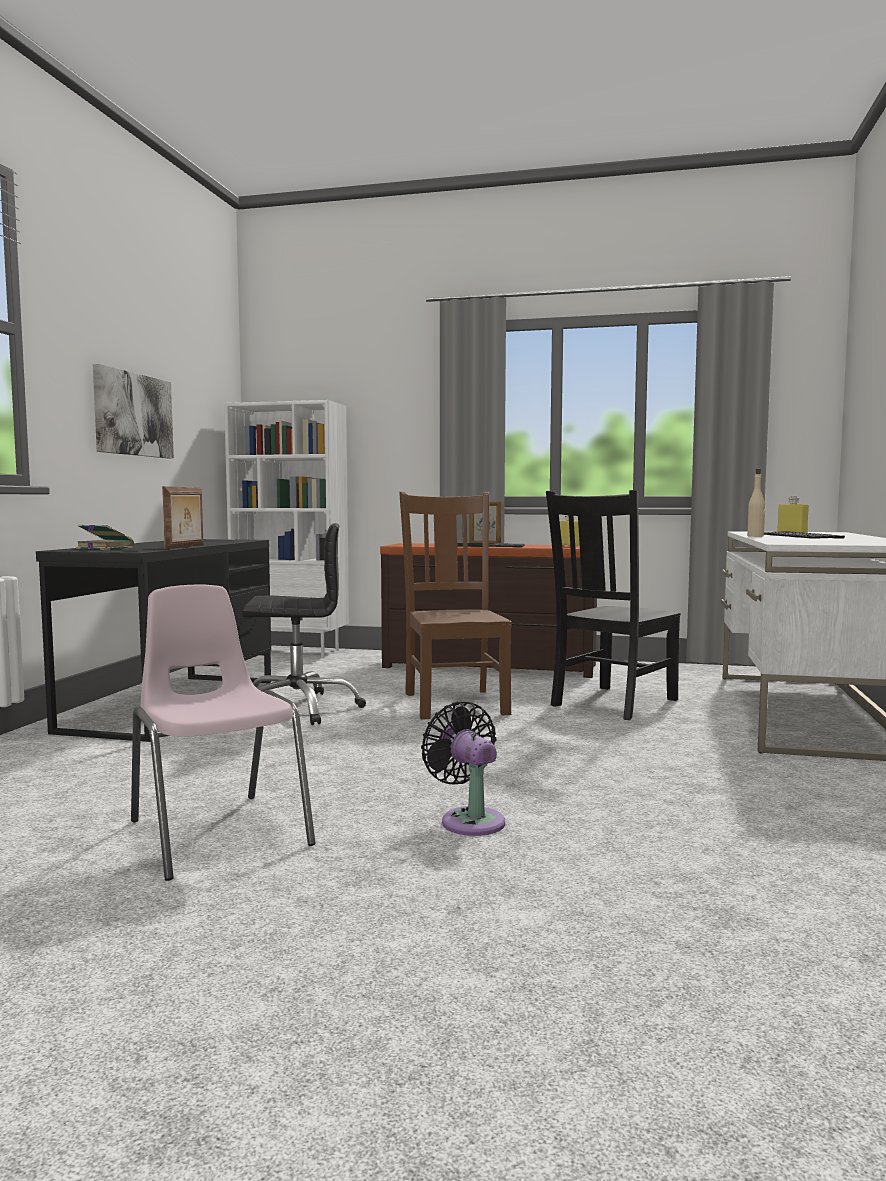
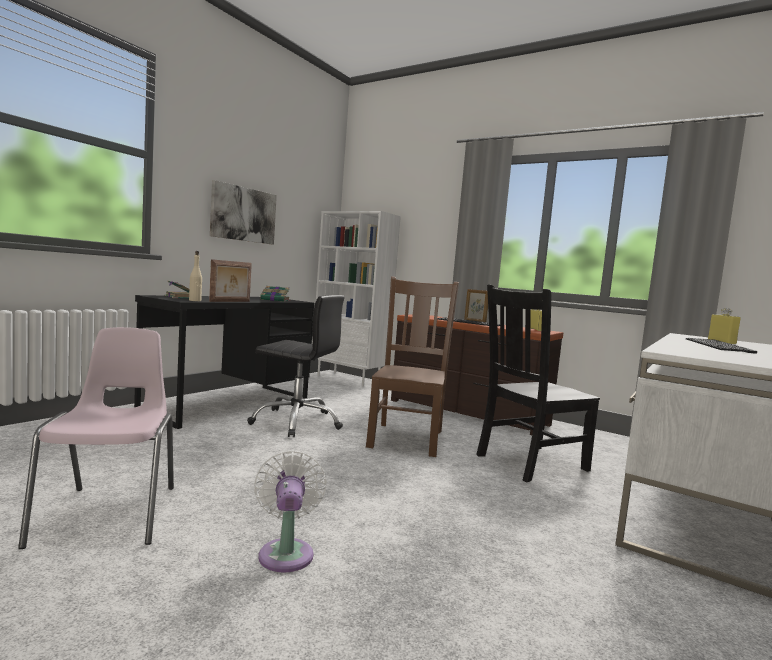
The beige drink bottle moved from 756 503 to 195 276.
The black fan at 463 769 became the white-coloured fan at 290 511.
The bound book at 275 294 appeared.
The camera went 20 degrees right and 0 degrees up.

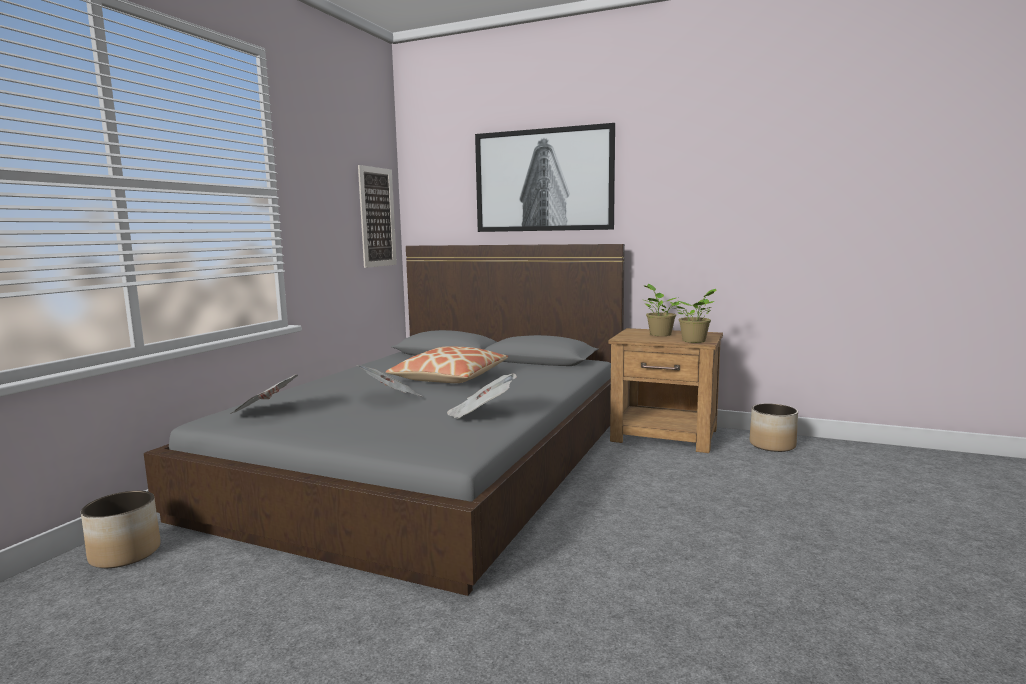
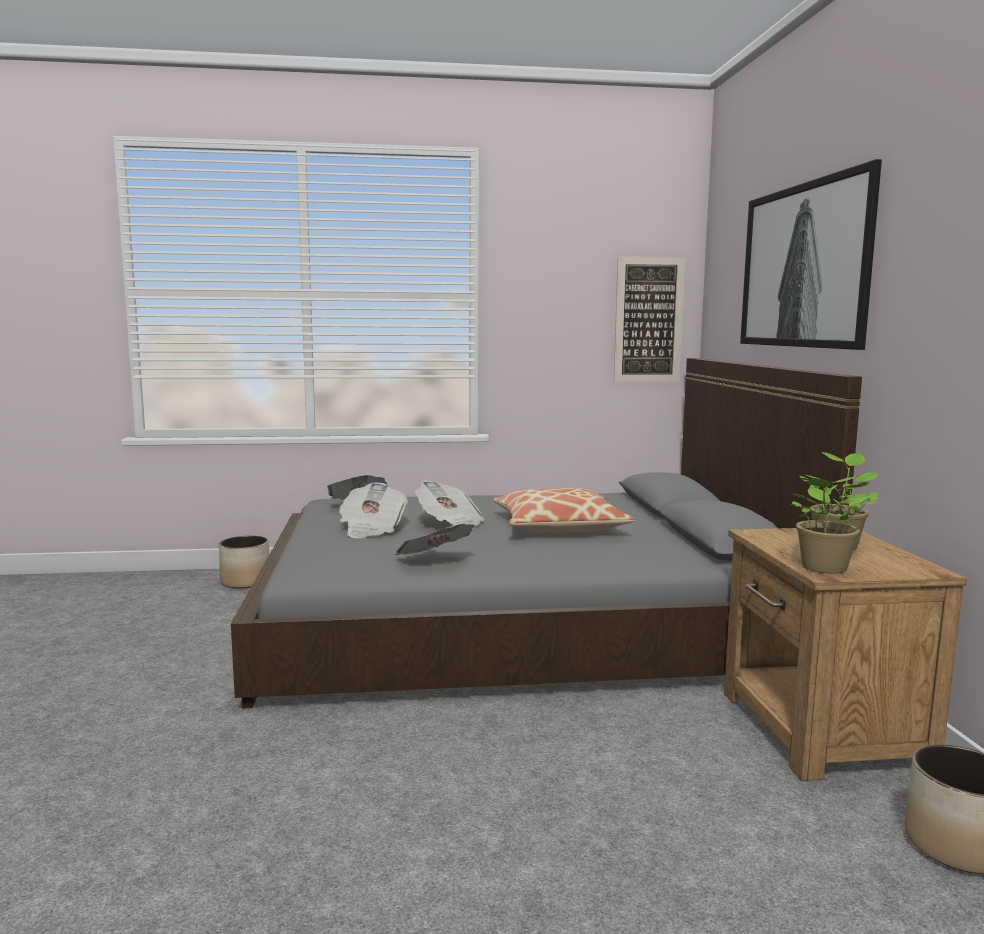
The daily paper at 373 510 appeared.
The camera went 60 degrees right and 0 degrees up.

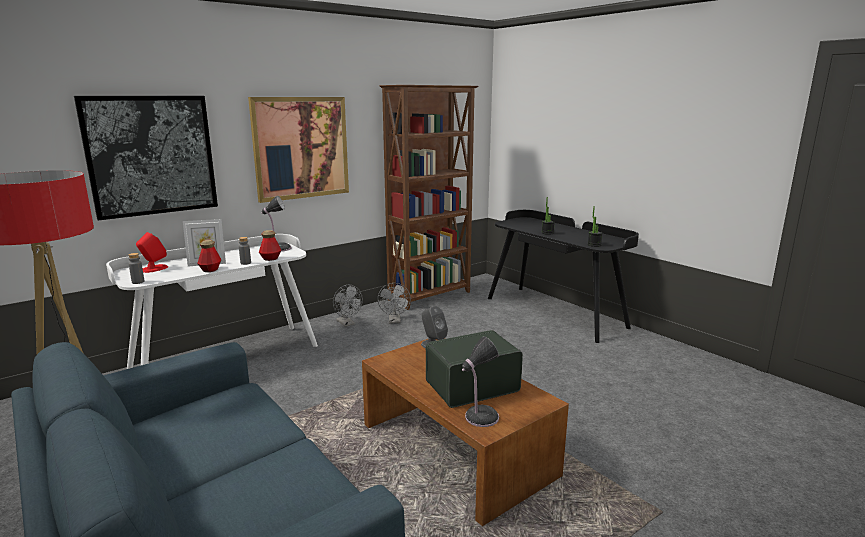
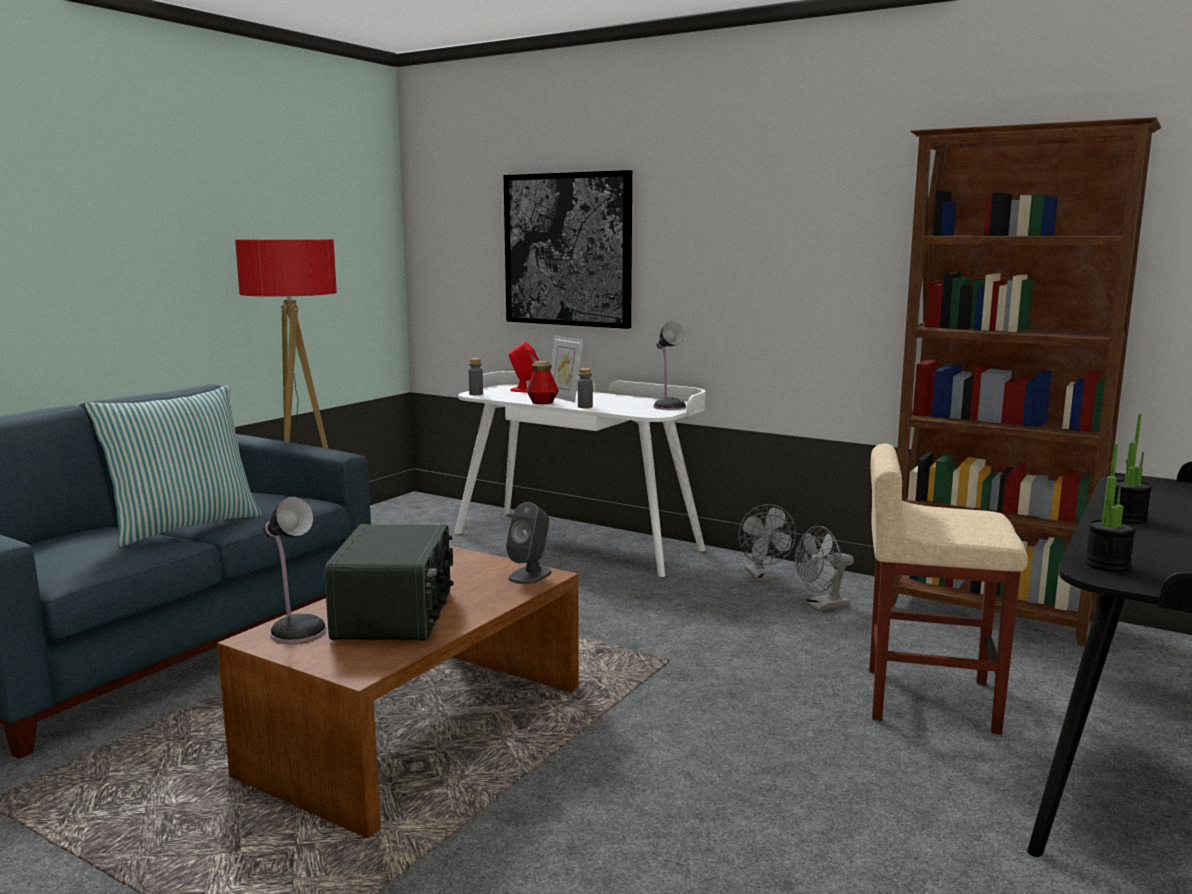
The wall art at 298 150 disappeared.
The drink bottle at 270 245 disappeared.
The gray fan at 348 306 turned 45 degrees counterclockwise.
The radio set at 474 369 turned 45 degrees clockwise.
The throw pillow at 173 466 appeared.
The beige sitting stool at 948 589 appeared.
The camera went 70 degrees right and 5 degrees down.

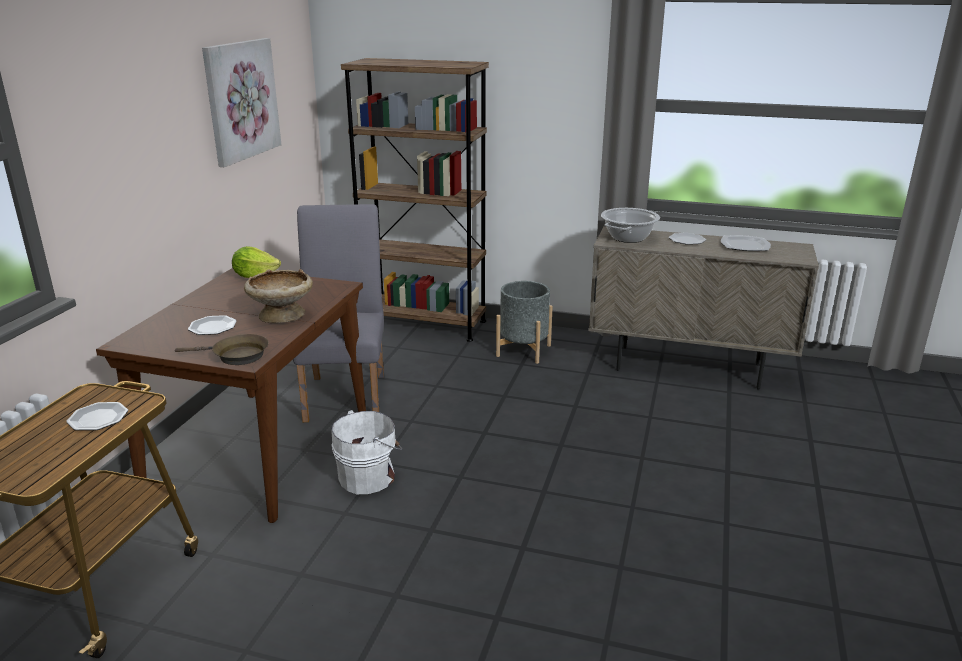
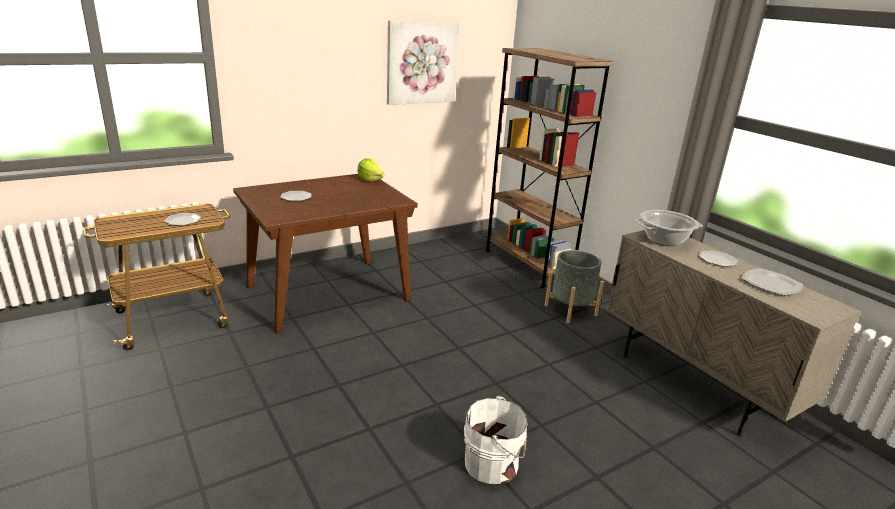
The gray chair at 338 313 disappeared.
The beige bowl at 278 296 disappeared.
The brown-coloured pan at 222 349 disappeared.
The white-coloured water bucket moved from 366 452 to 495 440.
The camera went 40 degrees right and 0 degrees up.

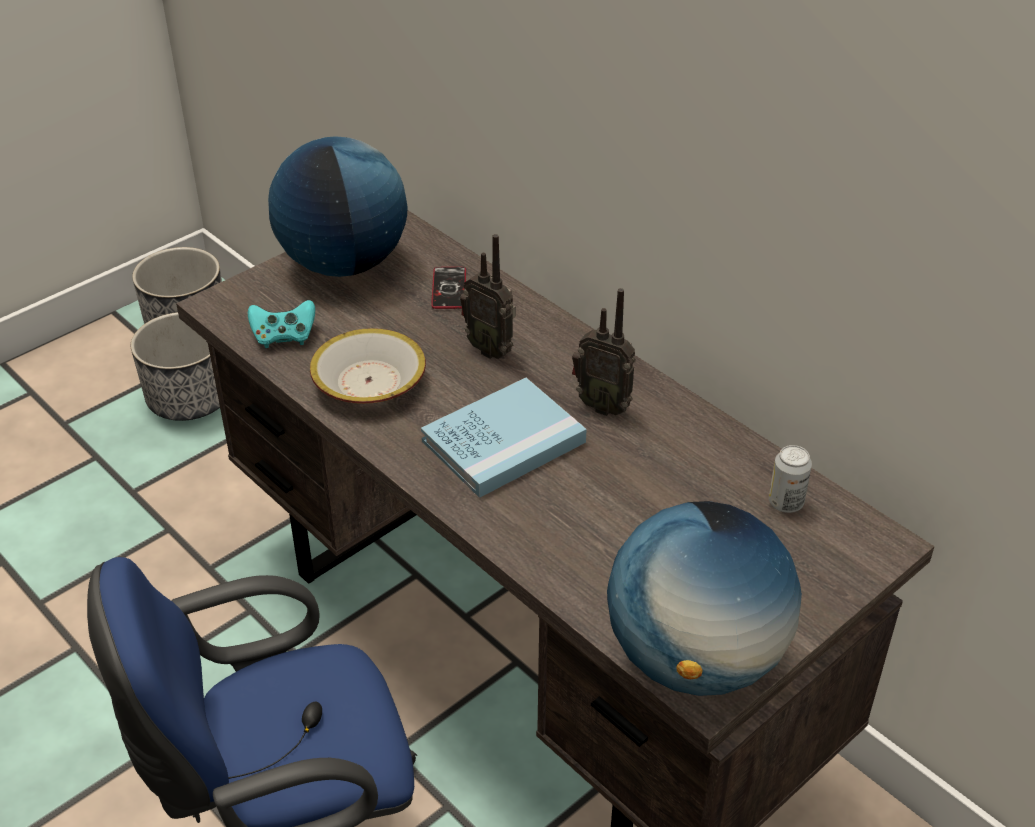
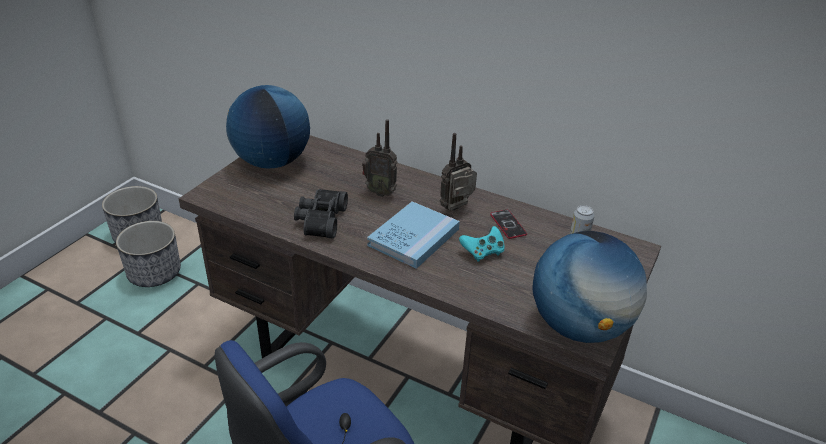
The handset moved from 448 288 to 508 224.
The radio set at 604 352 turned 135 degrees clockwise.
The turquoise joypad moved from 281 324 to 482 244.
The bowl at 368 366 was replaced by the black field glasses at 321 214.
The camera went 20 degrees left and 5 degrees down.

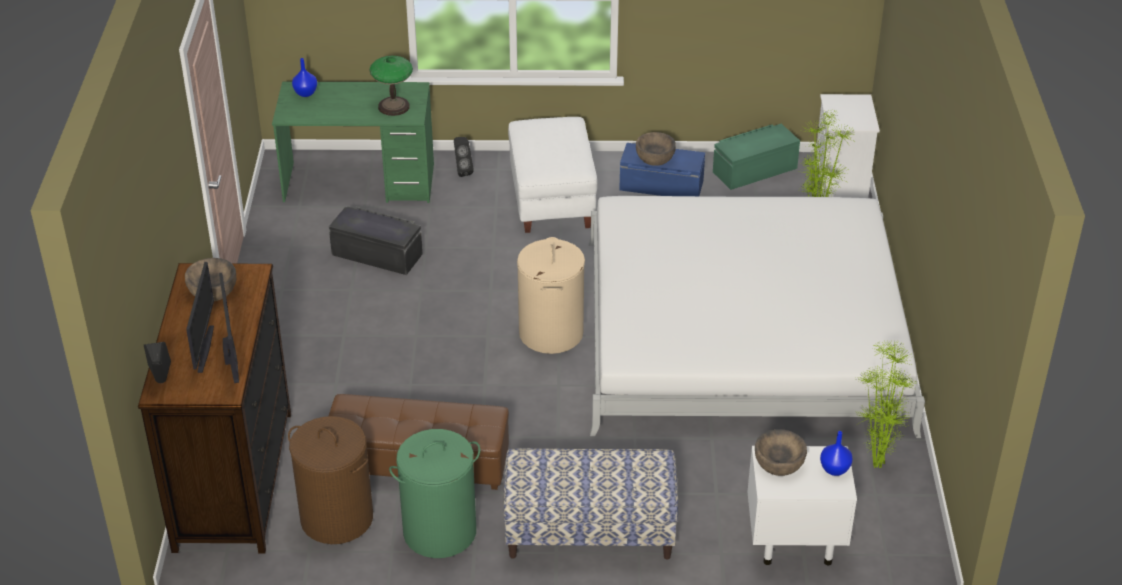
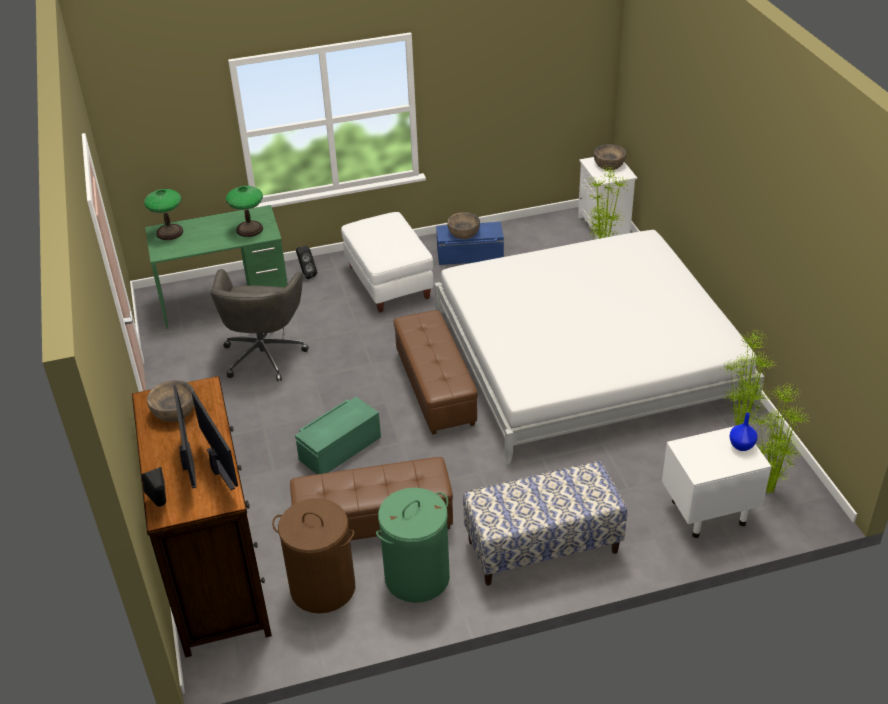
The blue-coloured vase at 304 77 was replaced by the table lamp at 163 214.
The green-coloured storage box moved from 756 157 to 338 435.
The black storage box at 376 240 was replaced by the gray office chair at 259 325.
The beige washing basket at 551 295 was replaced by the brown-coloured ottoman at 436 372.
The brown-coloured bowl moved from 781 452 to 610 157.
The houseplant at 780 438 appeared.
The camera went 15 degrees left and 0 degrees up.

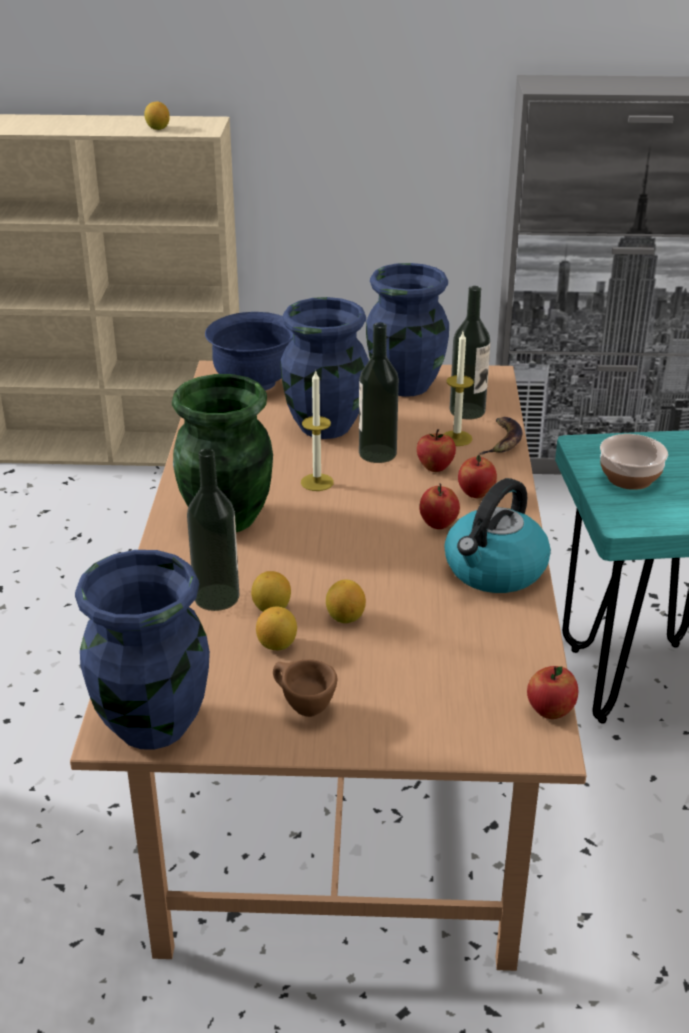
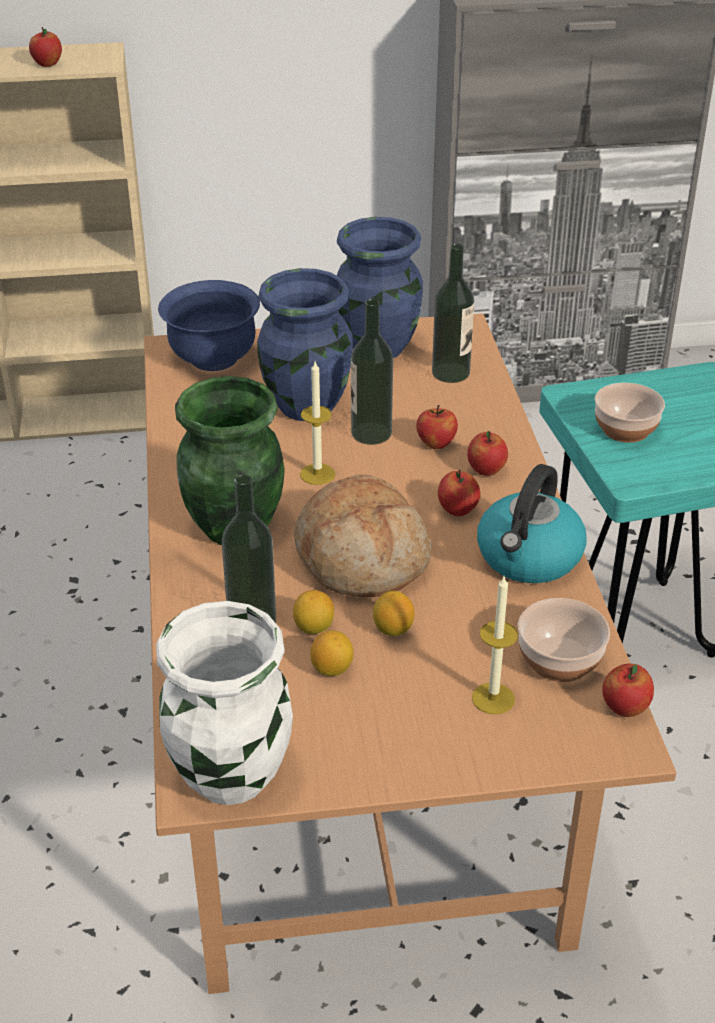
The whole lemon at 157 115 was replaced by the apple fruit at 45 47.
The wax light moved from 459 389 to 495 645.
The whole banana at 501 436 disappeared.
The blue-coloured vase at 142 650 became the white-coloured vase at 224 703.
The brown-coloured small cup at 305 688 disappeared.
The bakery bread at 363 536 appeared.
The bowl at 564 640 appeared.
The camera went 10 degrees left and 5 degrees up.

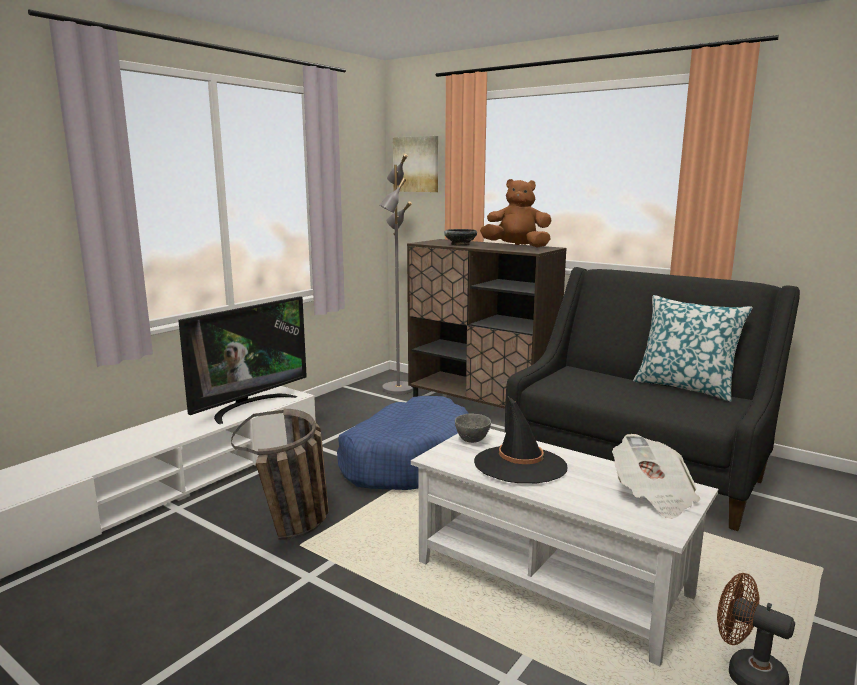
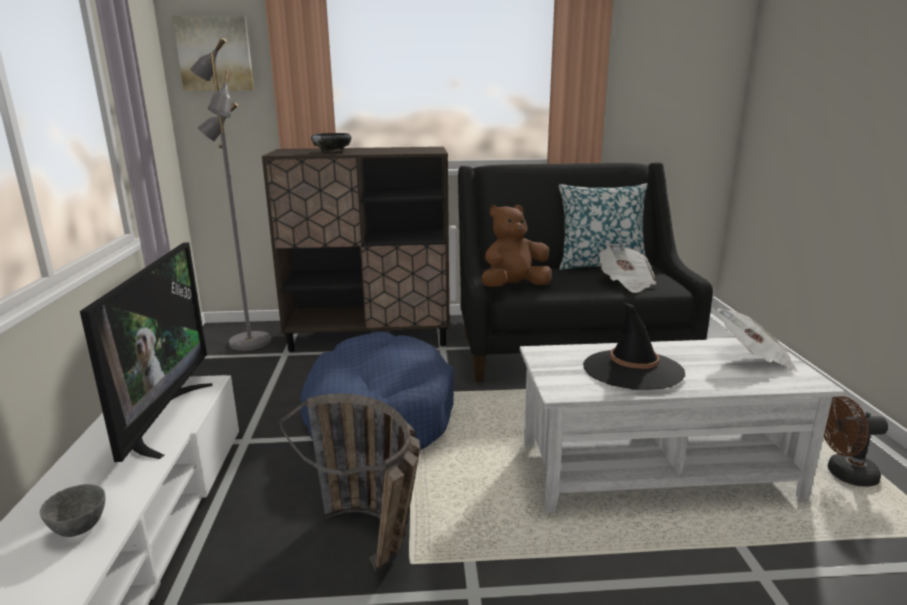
The brown-coloured cuddly toy moved from 516 213 to 517 246.
The gray bowl moved from 473 428 to 72 510.
The daily paper at 627 268 appeared.
The camera went 40 degrees left and 5 degrees up.

